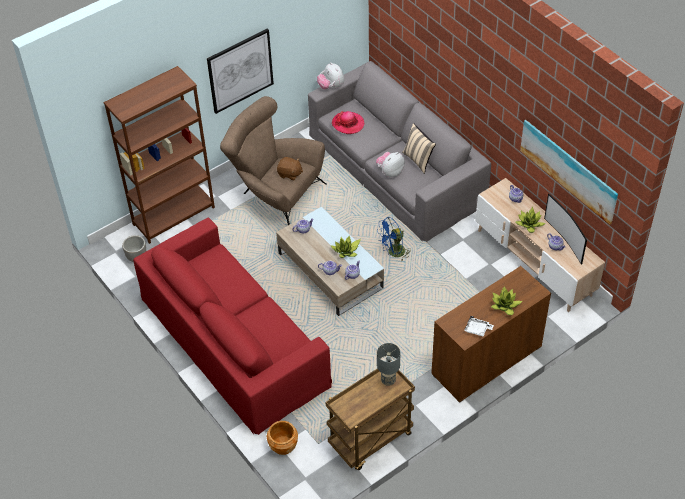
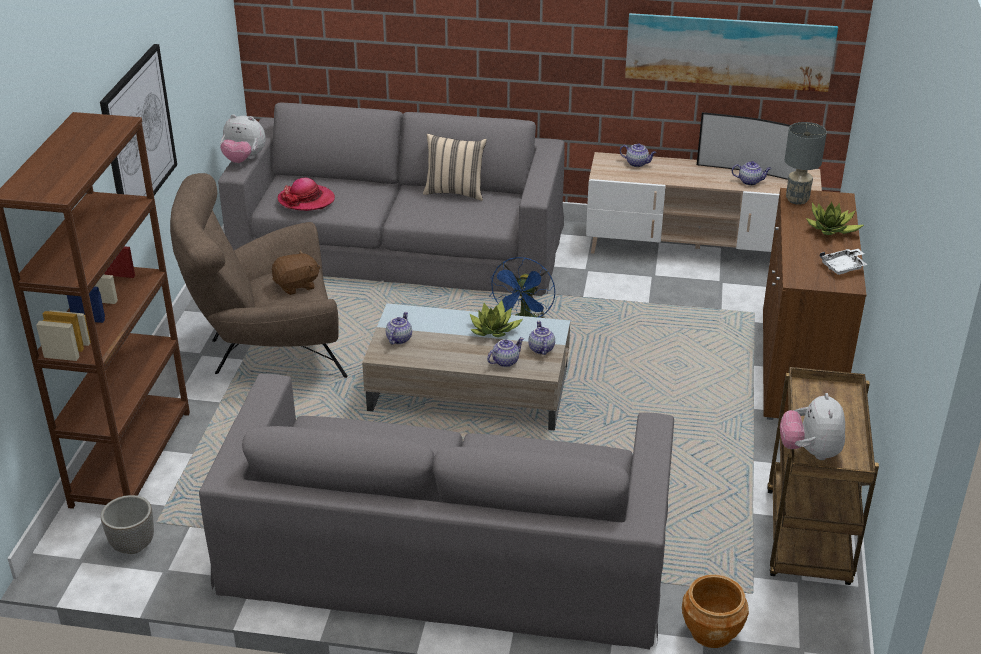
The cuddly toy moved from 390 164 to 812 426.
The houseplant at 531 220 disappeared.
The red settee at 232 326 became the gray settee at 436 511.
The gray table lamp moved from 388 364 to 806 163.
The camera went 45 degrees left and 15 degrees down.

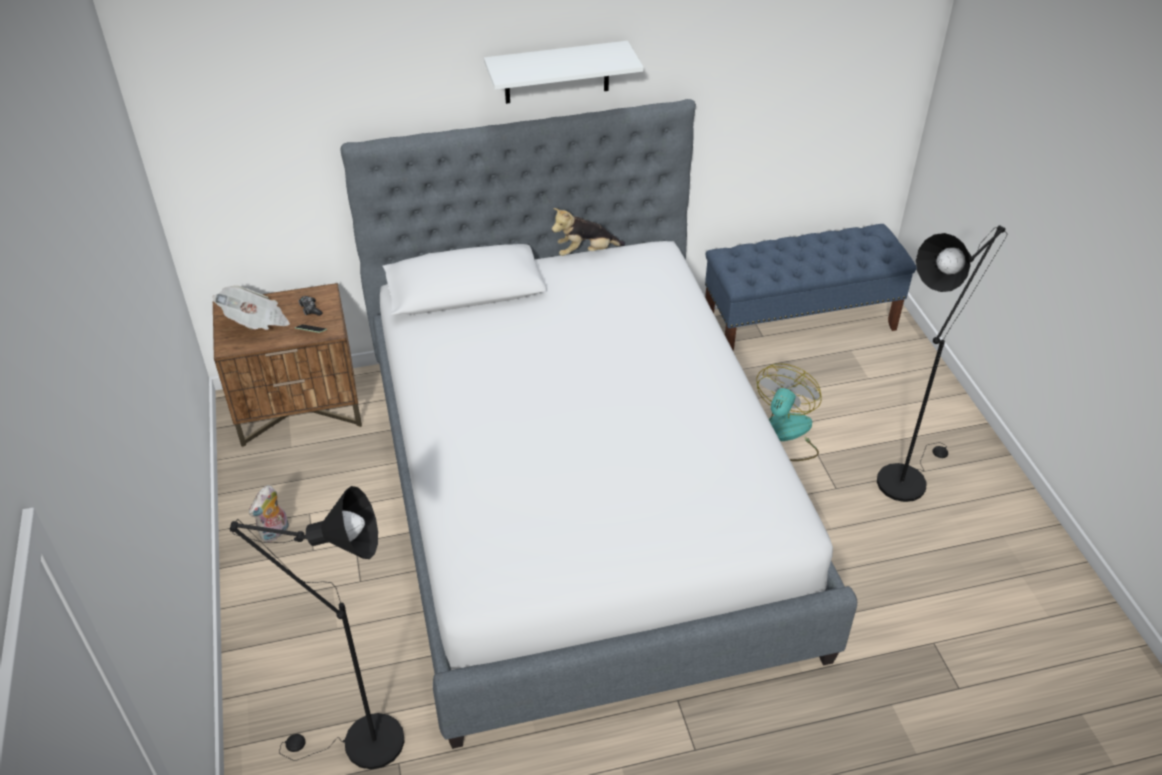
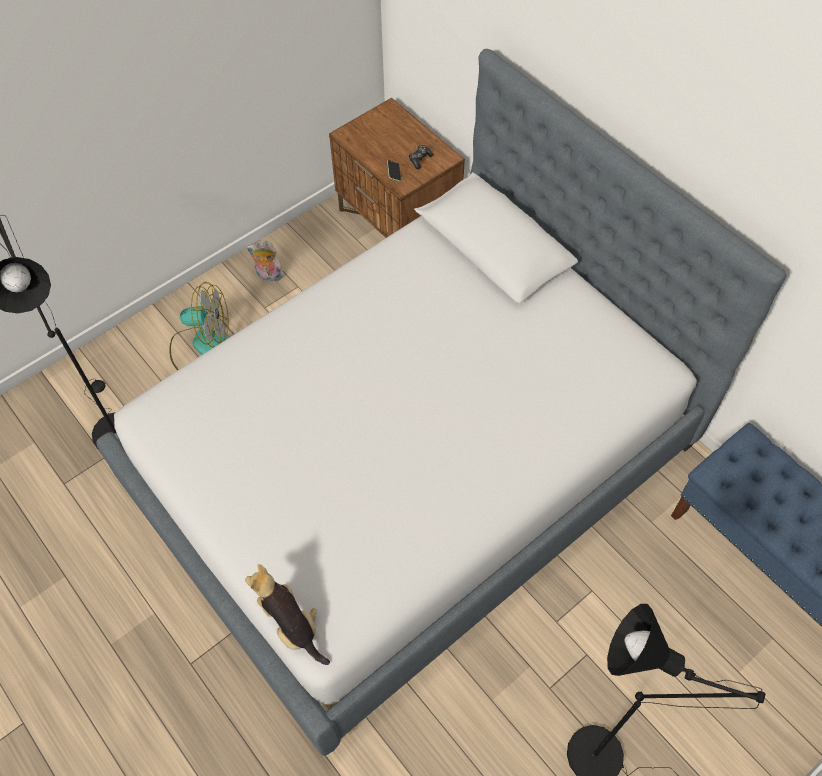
The white-coloured shelf at 563 72 disappeared.
The cuddly toy moved from 588 232 to 287 614.
The daily paper at 251 308 disappeared.
The fan moved from 789 412 to 199 326.
The camera went 65 degrees right and 15 degrees up.

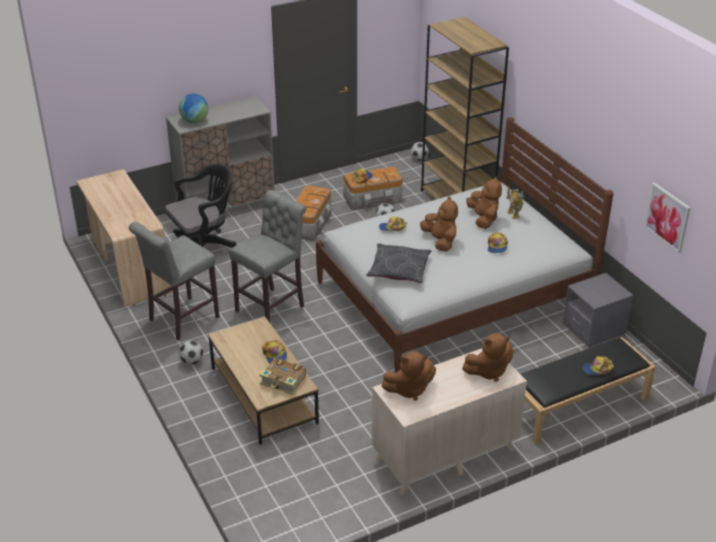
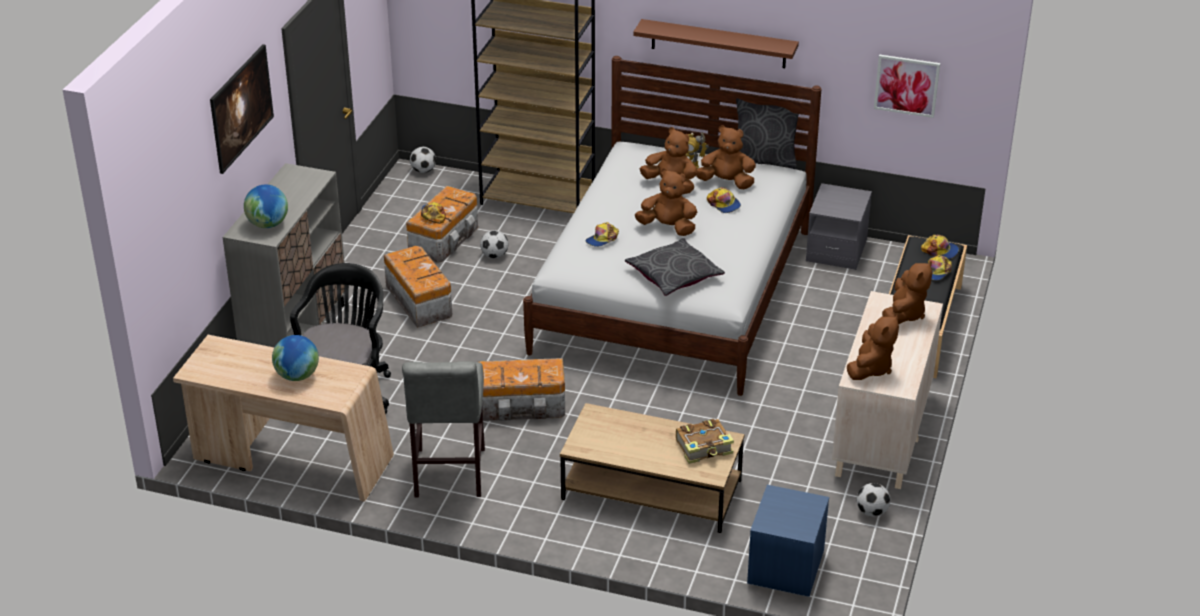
The gray sitting stool at 268 256 was replaced by the storage box at 521 389.
The football moved from 191 352 to 874 500.
The baseball cap moved from 274 352 to 940 247.
The brown-coloured shelf at 716 43 appeared.
The wall art at 242 109 appeared.
The gray throw pillow at 767 133 appeared.
The brown-coloured cuddly toy at 726 157 appeared.
The globe at 295 358 appeared.
The blue-coloured nightstand at 788 541 appeared.
The camera went 45 degrees left and 0 degrees up.

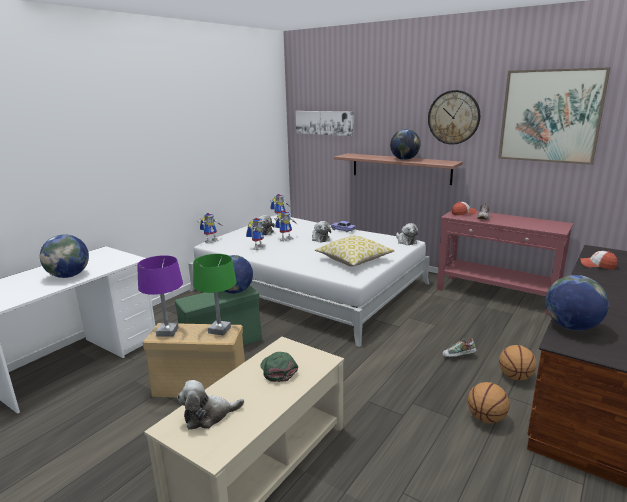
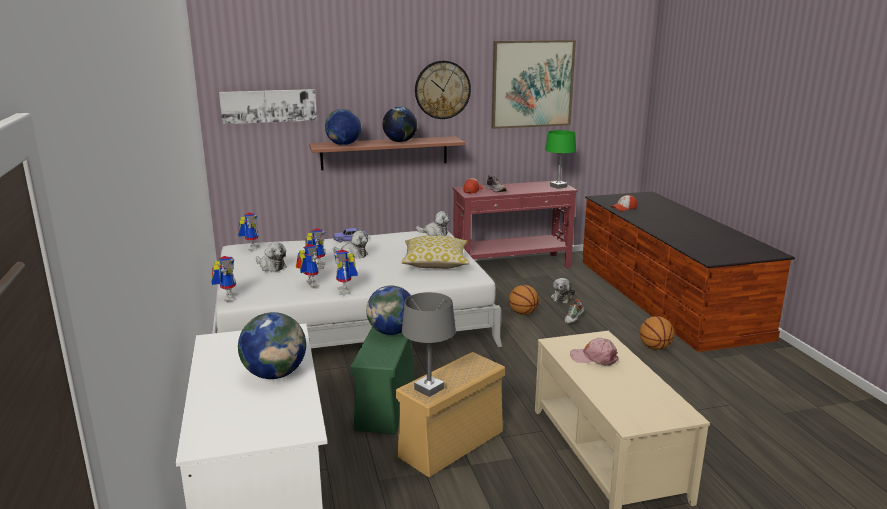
The green-coloured table lamp moved from 215 294 to 560 159.
The purplish table lamp at 160 295 became the gray table lamp at 429 344.
The globe moved from 577 302 to 343 127.
The ball for basketball moved from 518 362 to 524 300.
The green-coloured baseball cap at 279 367 became the pinkish baseball cap at 594 352.
The cuddly toy moved from 210 404 to 563 290.
The model robot at 346 272 appeared.
The camera went 50 degrees left and 0 degrees up.

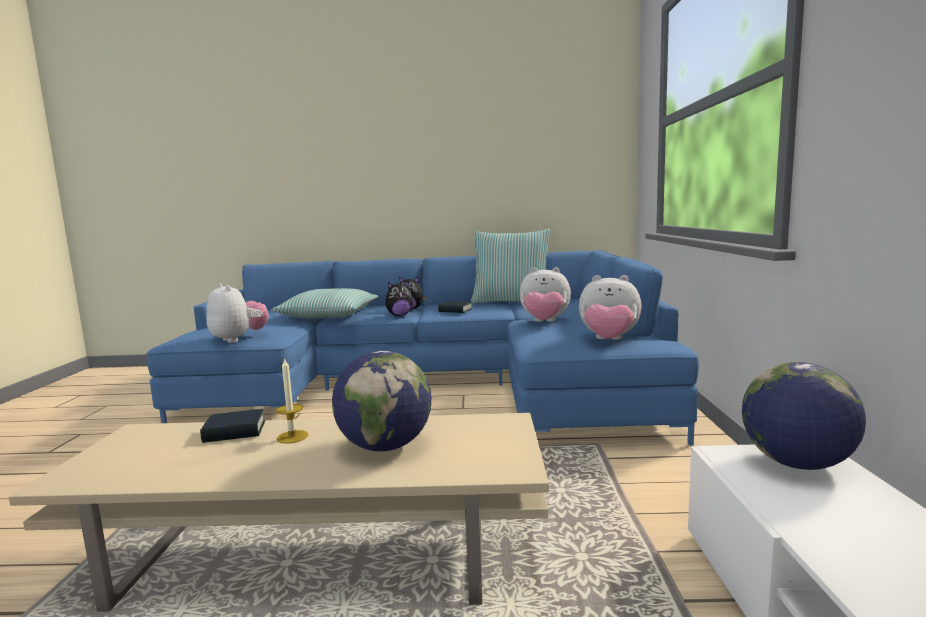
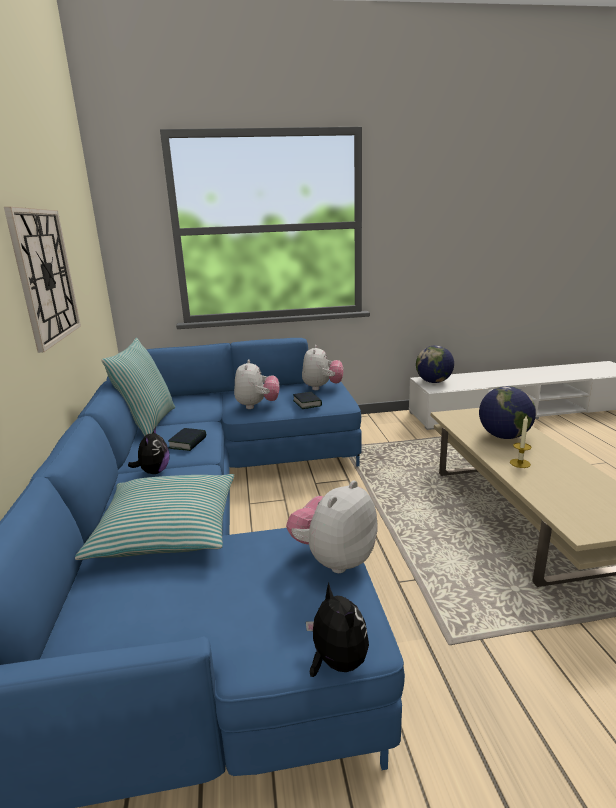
The cuddly toy moved from 399 298 to 337 629.
The bound book moved from 232 426 to 307 400.
The wall clock at 42 280 appeared.
The camera went 100 degrees left and 10 degrees up.

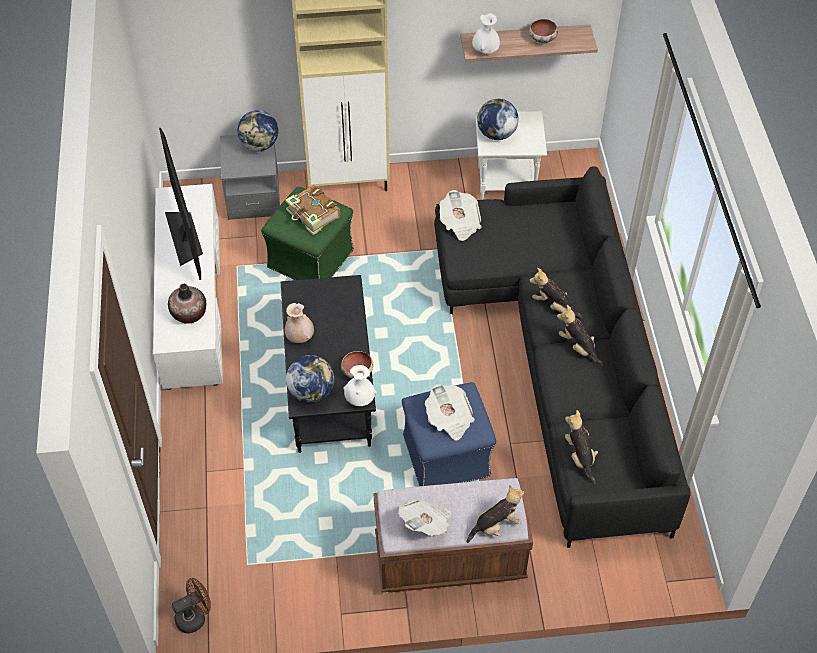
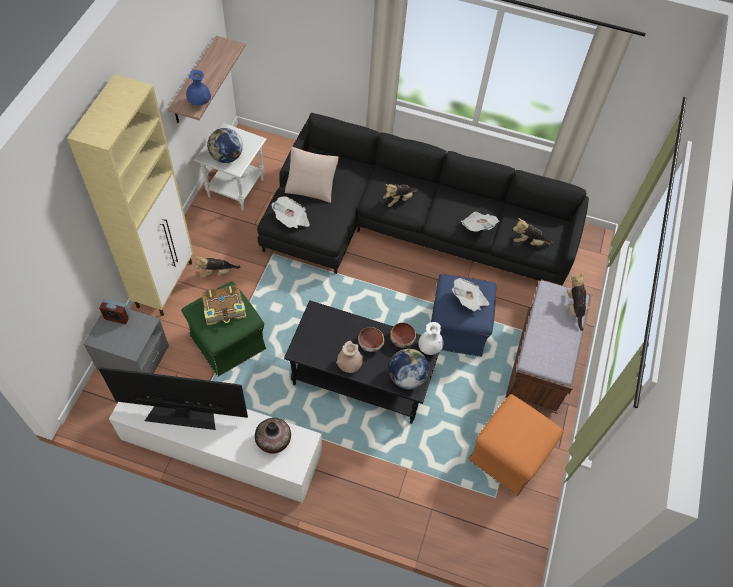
The white-coloured vase at 486 33 became the blue-coloured vase at 198 87.
The bowl moved from 543 31 to 371 339.
The globe at 258 130 was replaced by the table clock at 114 311.
The cuddly toy moved from 580 335 to 217 267.
The daily paper moved from 424 517 to 480 222.
The brown-coloured fan at 191 605 disappeared.
The beige throw pillow at 312 175 appeared.
The orange ottoman at 516 445 appeared.
The camera went 70 degrees left and 5 degrees up.

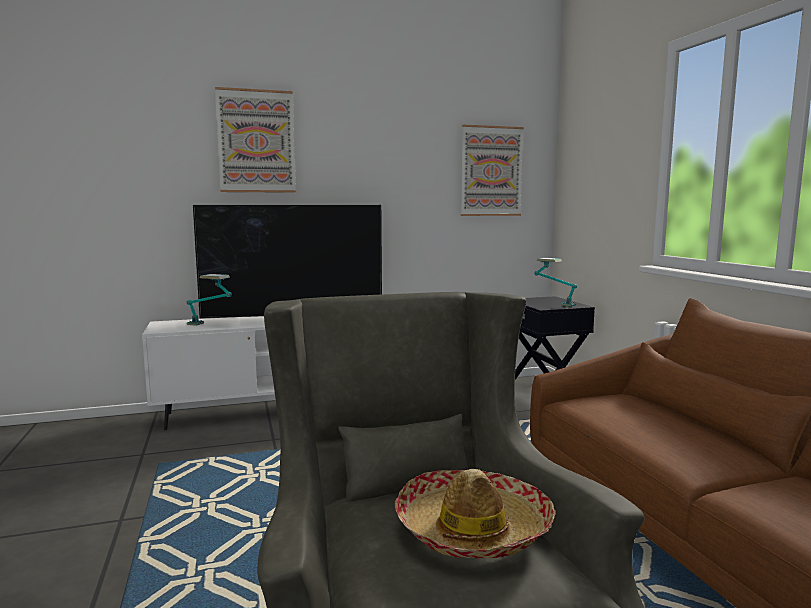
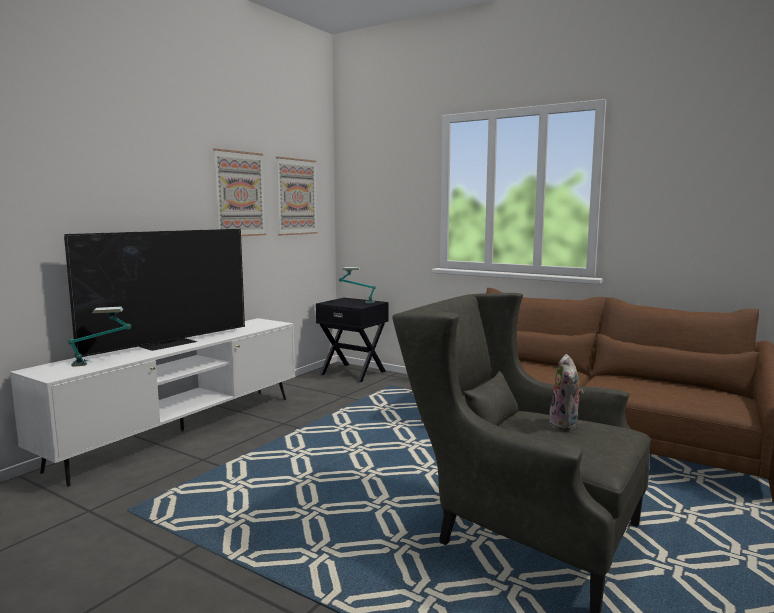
The wall art moved from 255 140 to 239 192.
The clothing hat at 475 514 was replaced by the cuddly toy at 566 392.
The camera went 40 degrees left and 0 degrees up.

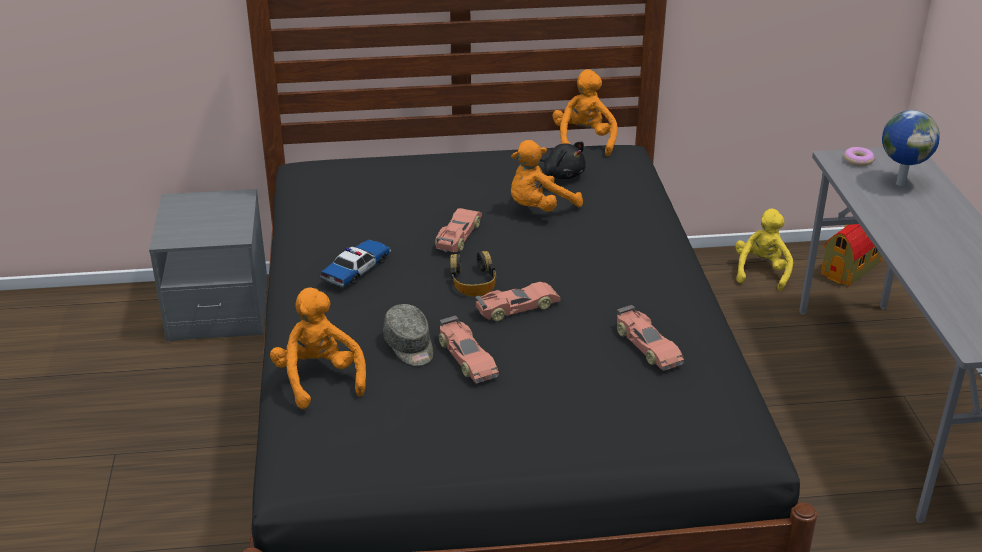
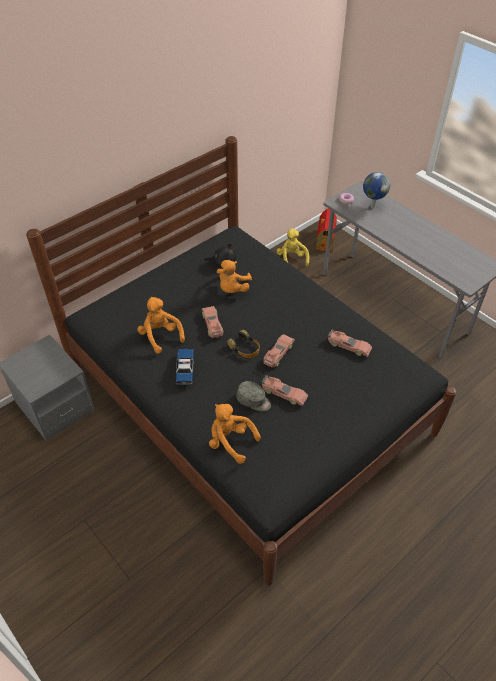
The orange cuddly toy moved from 585 112 to 161 325.
The camera went 35 degrees left and 15 degrees up.

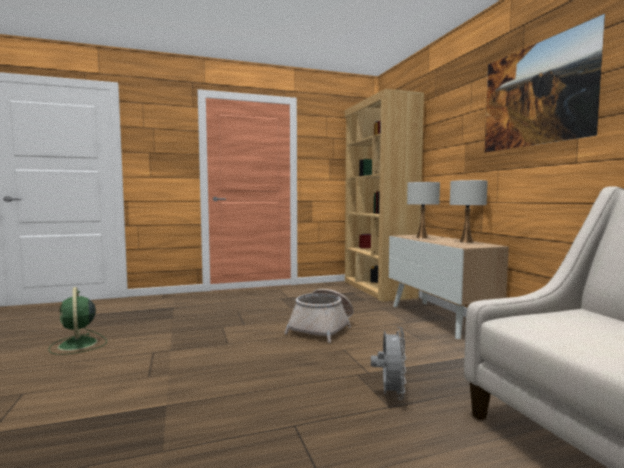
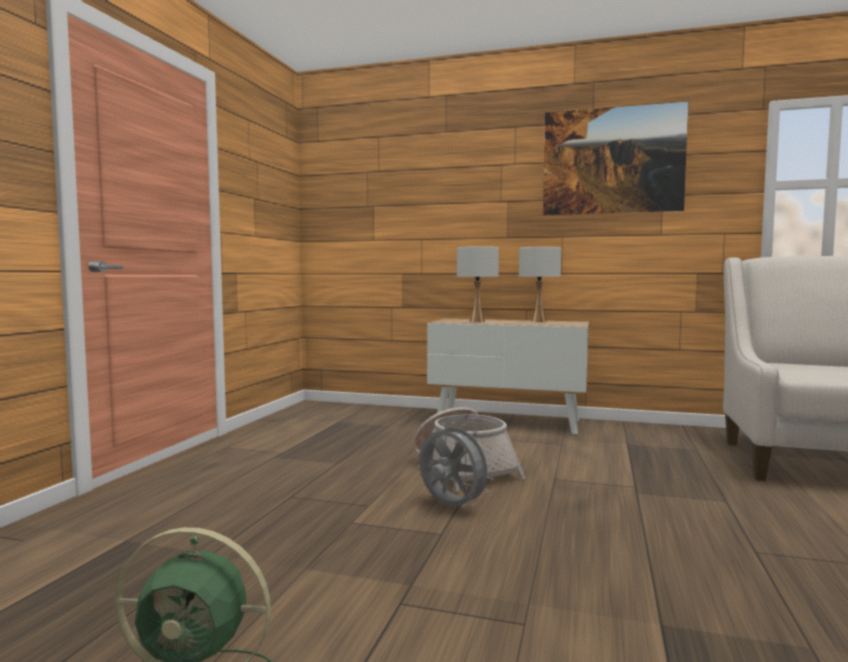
The brown-coloured bookcase at 384 195 disappeared.
The gray fan moved from 388 363 to 456 464.
The camera went 55 degrees left and 0 degrees up.

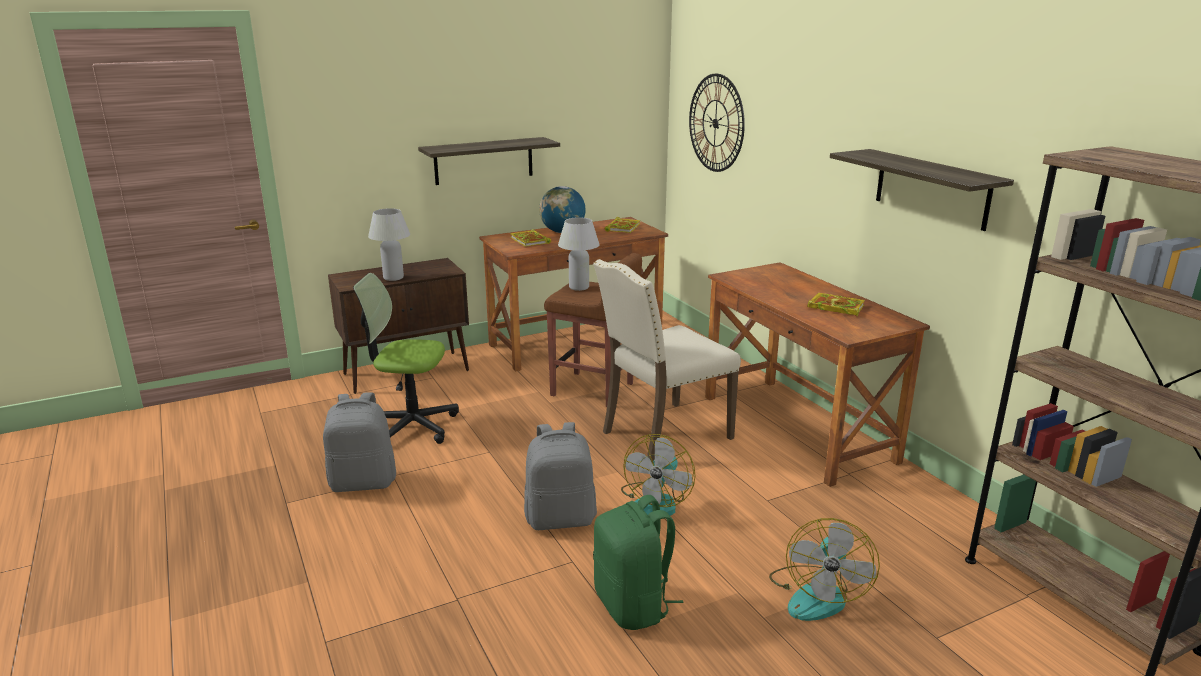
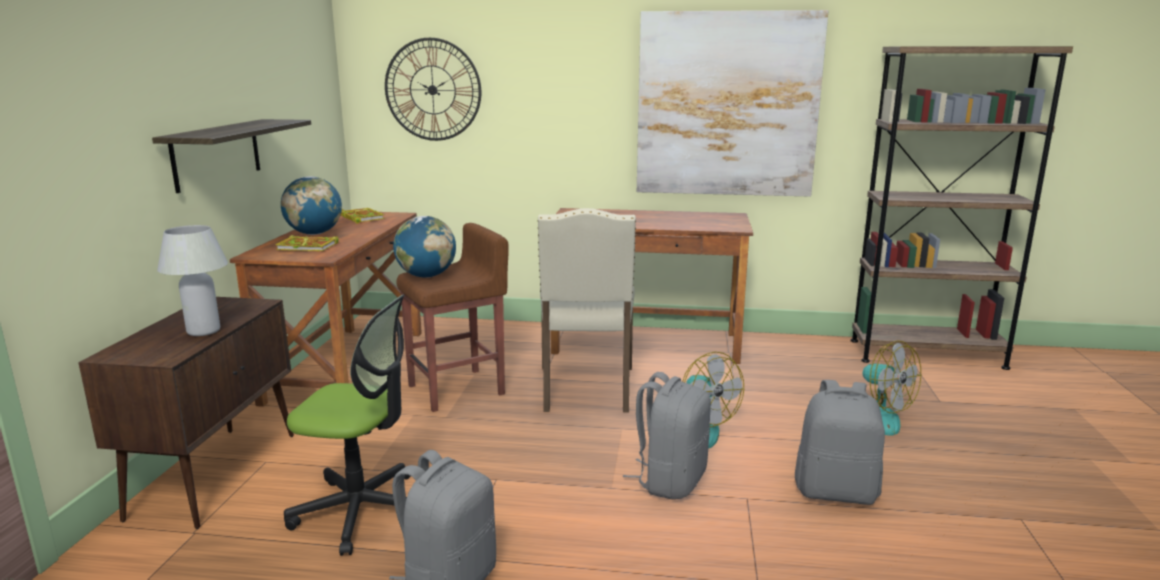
The shelf at 922 190 was replaced by the wall art at 732 103.
The white-coloured table lamp at 579 254 was replaced by the globe at 424 246.
The office chair at 406 358 turned 120 degrees counterclockwise.
The bound book at 836 304 disappeared.
The green-coloured knapsack at 638 562 became the gray knapsack at 840 442.
The camera went 55 degrees left and 5 degrees down.

